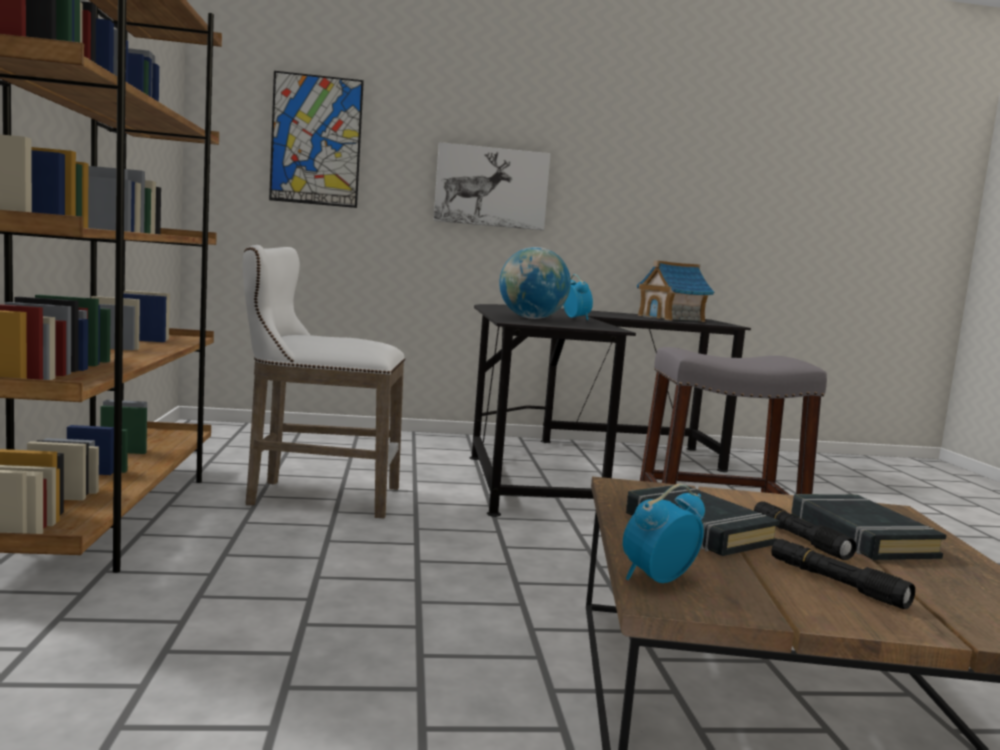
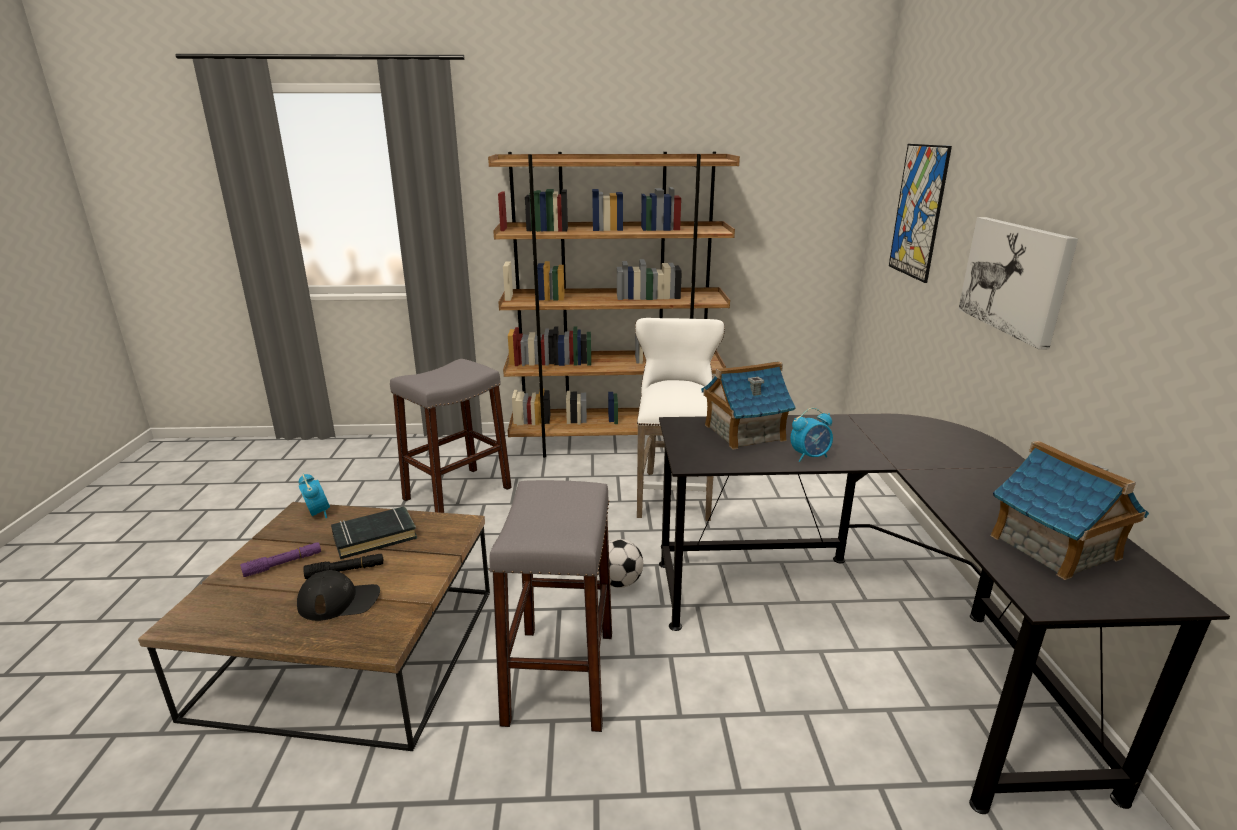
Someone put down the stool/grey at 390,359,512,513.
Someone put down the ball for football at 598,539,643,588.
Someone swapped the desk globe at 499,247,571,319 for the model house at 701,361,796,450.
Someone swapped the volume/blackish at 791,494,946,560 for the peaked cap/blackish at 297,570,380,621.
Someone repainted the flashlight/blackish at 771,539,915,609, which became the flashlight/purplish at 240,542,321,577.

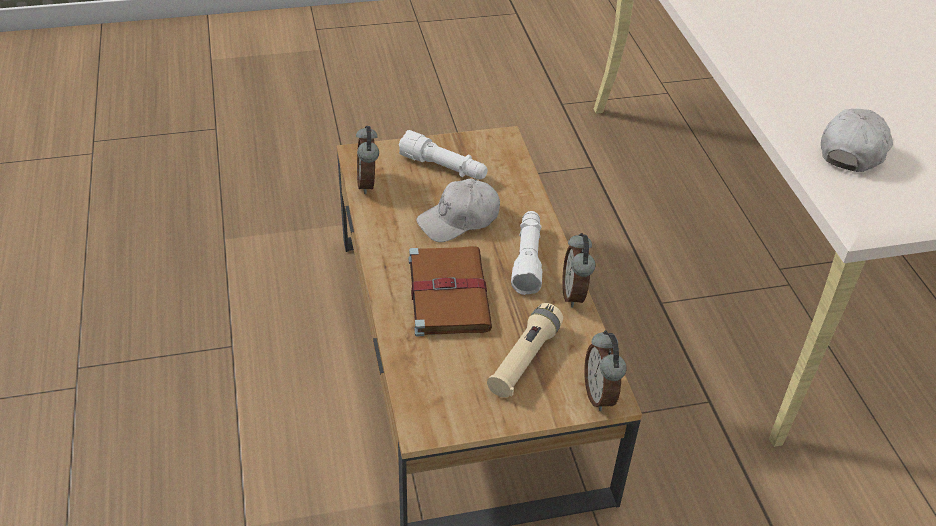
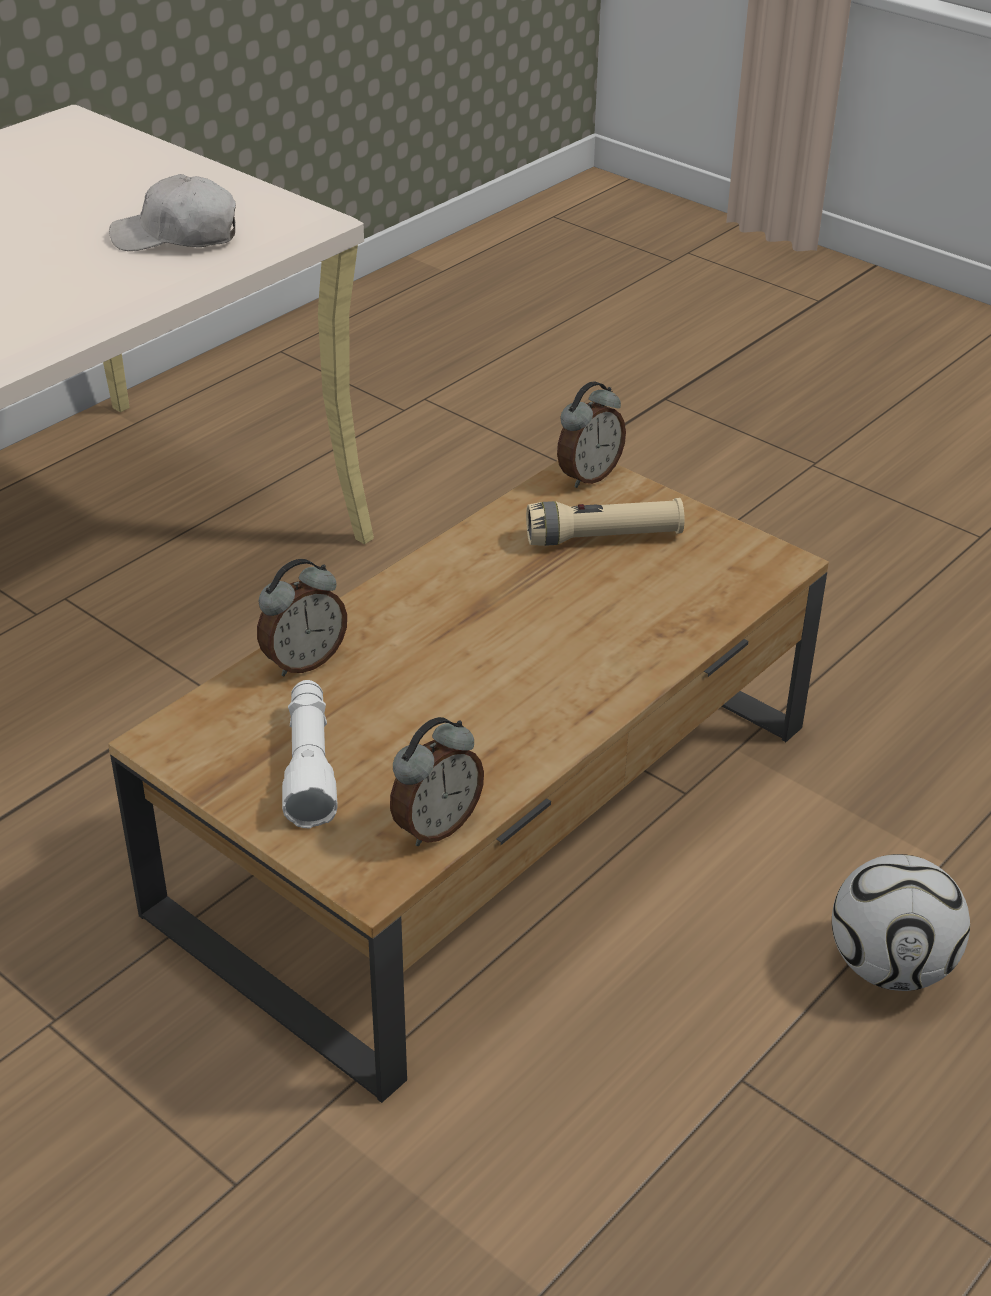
Someone took away the volume/brown at 409,246,492,336.
Someone took away the peaked cap/white-coloured at 416,178,500,242.
Someone took away the flashlight/white-coloured at 511,211,542,295.
Someone put down the ball for football at 832,854,970,991.
Someone carried the bedside clock from 562,233,596,307 to 257,559,347,676.

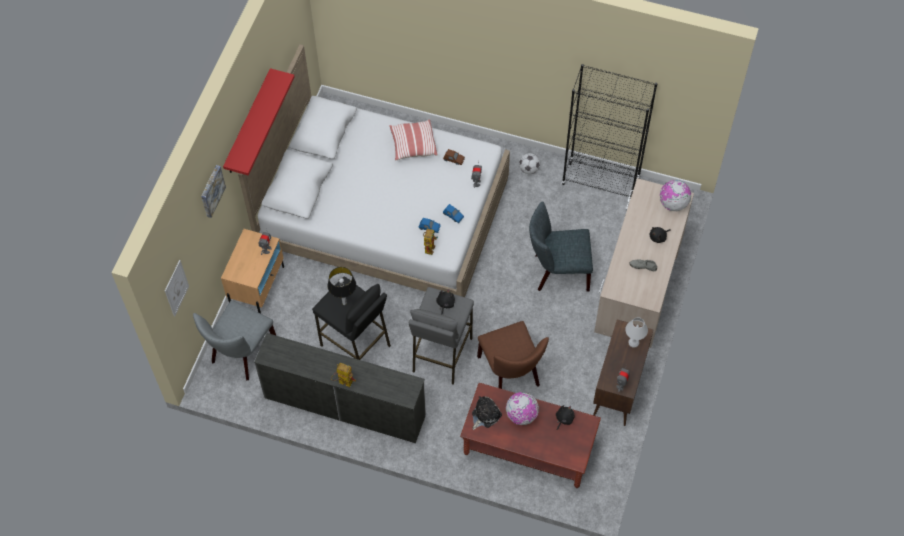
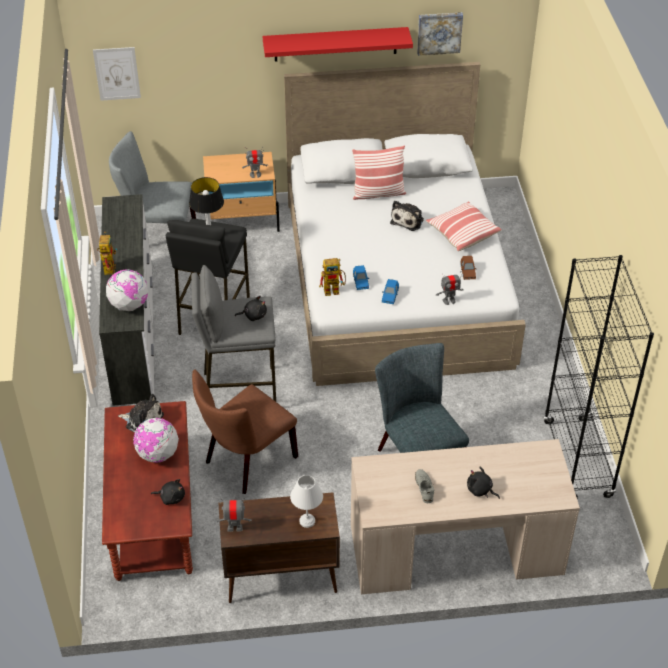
Someone took away the ball for football at 519,153,540,174.
Someone put down the pillow at 352,146,406,200.
Someone put down the cuddly toy at 390,201,424,231.
Someone carried the wall picture from 201,165,226,218 to 417,12,463,56.
Someone carried the desk globe from 660,180,691,211 to 106,269,148,311.

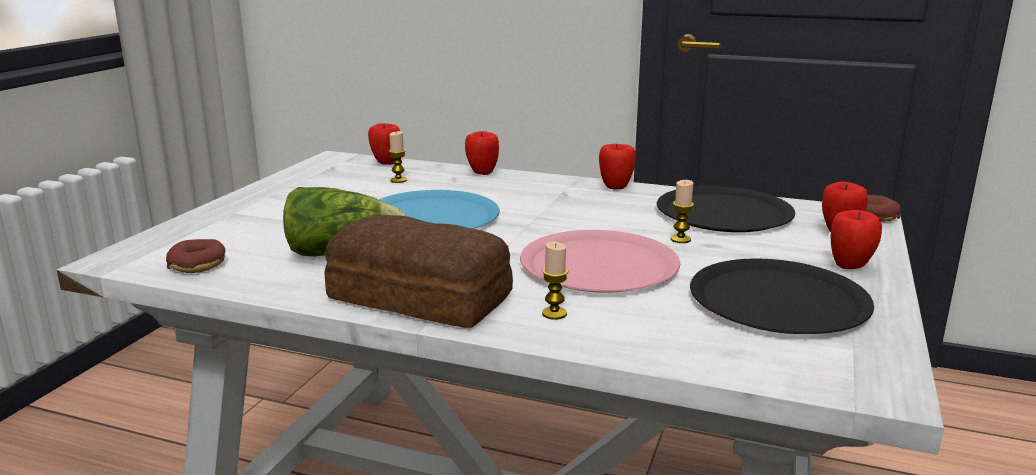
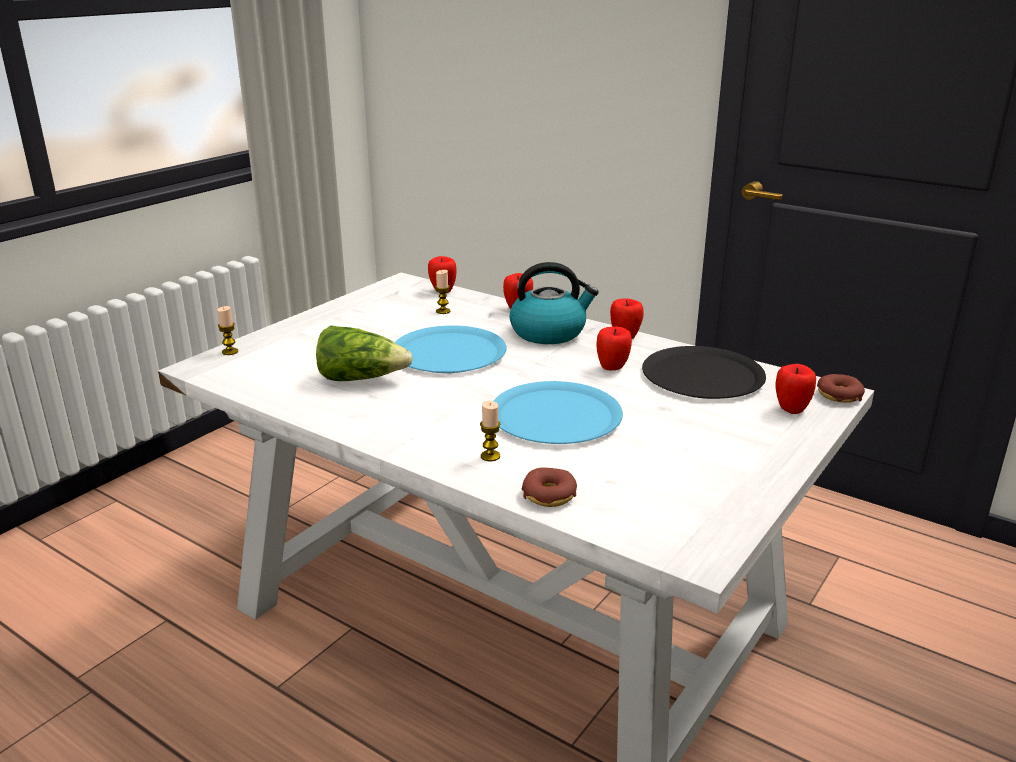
Someone took away the bread at 324,214,513,328.
Someone took away the dinner plate/blackish at 690,259,874,334.
Someone put down the water kettle at 510,262,599,344.
Someone carried the doughnut from 166,239,226,273 to 522,468,577,507.
Someone carried the wax candle from 670,180,694,243 to 217,306,238,355.
Someone carried the apple from 830,210,882,269 to 596,327,632,370.
Someone repainted the dinner plate/pink at 520,230,680,293, which became the dinner plate/bluish at 494,381,623,444.

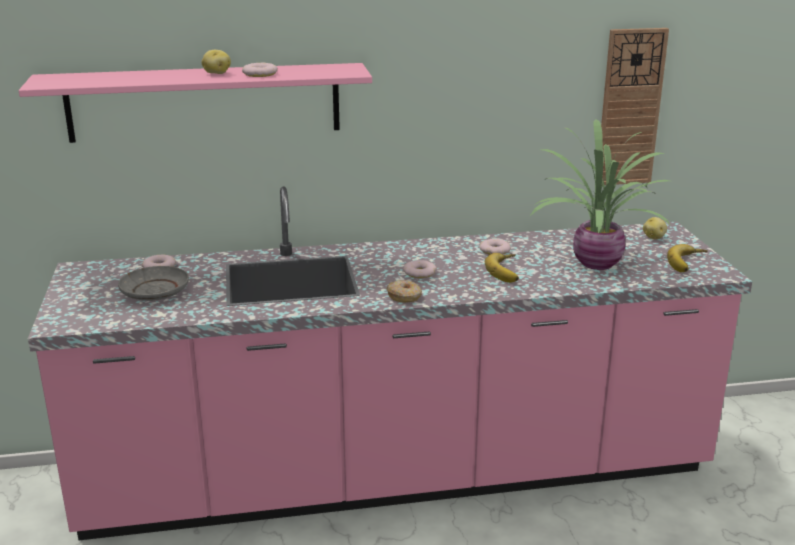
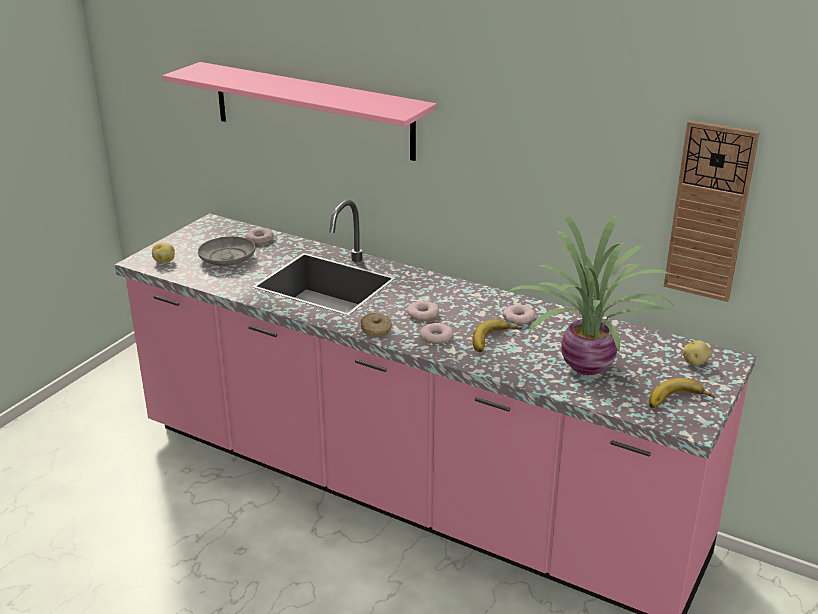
Someone carried the potato from 201,50,231,74 to 152,242,175,263.
Someone carried the doughnut from 242,62,278,77 to 420,323,453,344.

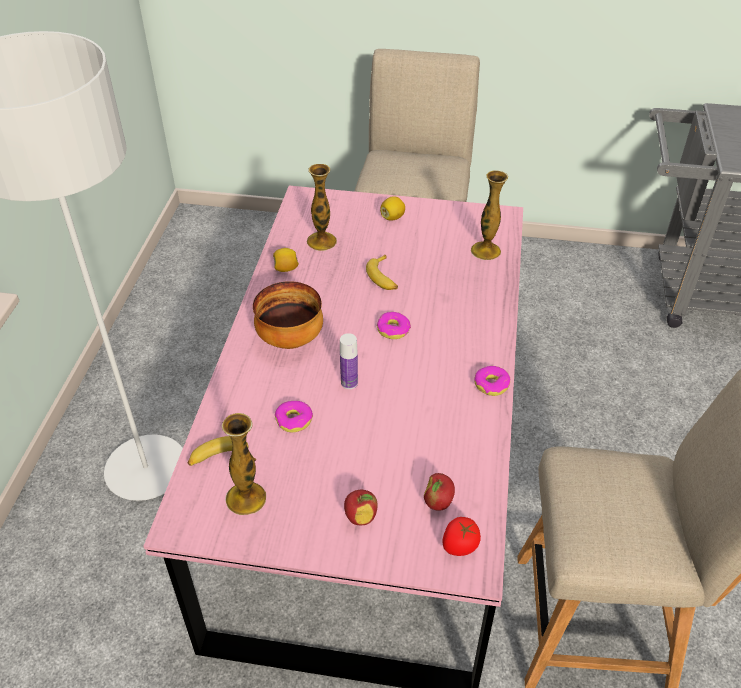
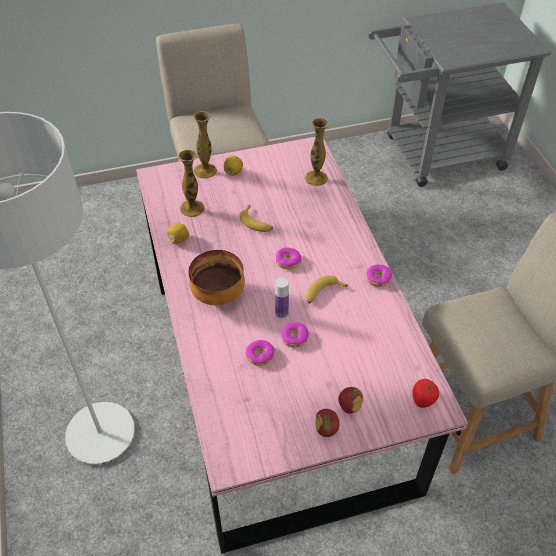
Someone put down the doughnut at 281,322,309,348.
Someone carried the banana fruit from 188,436,256,466 to 306,275,348,304.
Someone carried the flower vase from 222,413,266,515 to 193,111,217,179.
Someone carried the apple from 424,473,455,511 to 315,409,340,437.

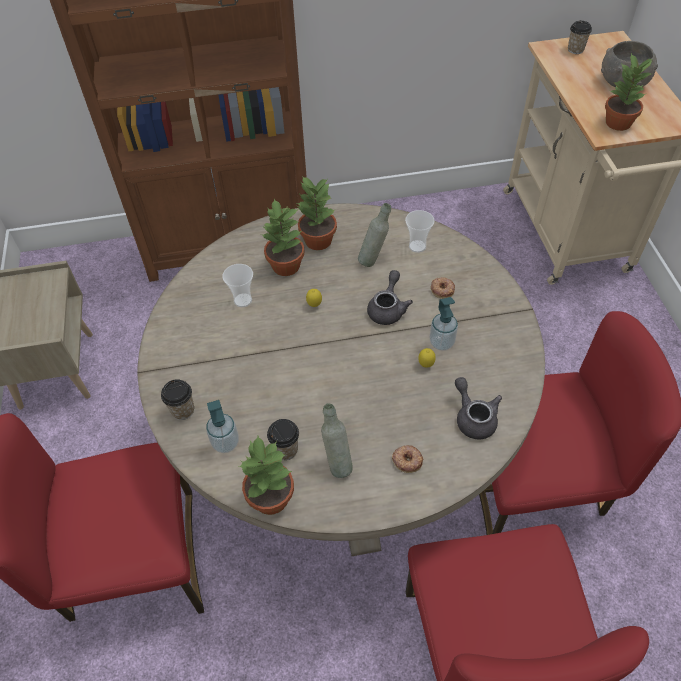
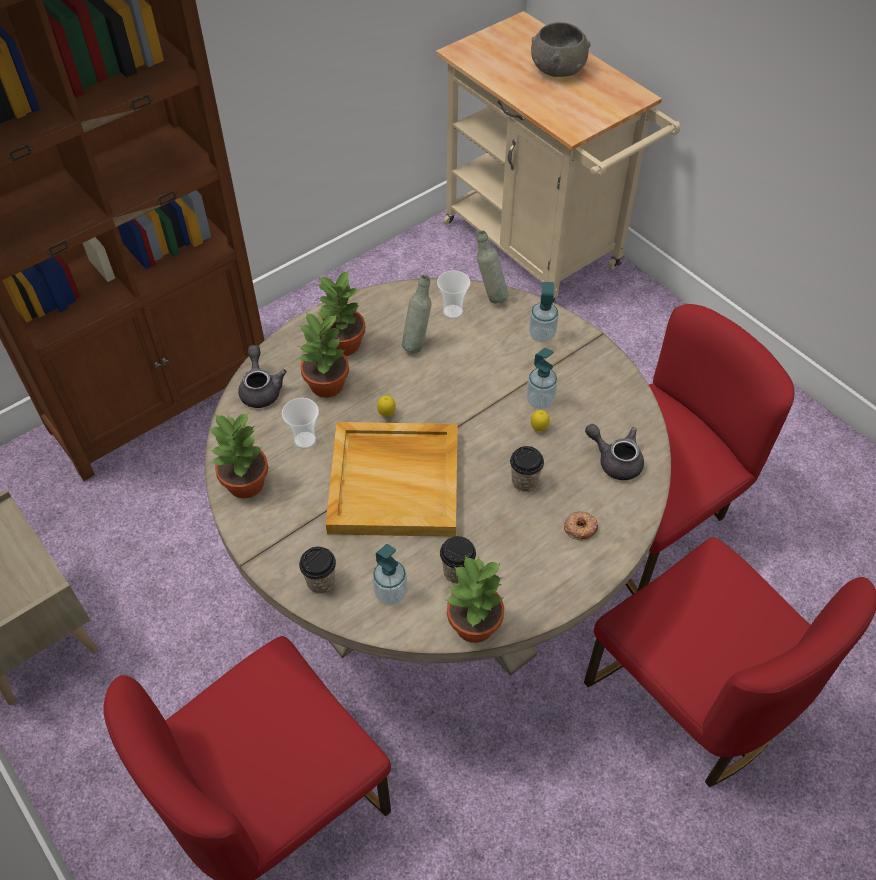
Someone took away the doughnut at 430,277,455,299.
Someone put down the serving tray/sand-coloured at 326,422,457,537.
Someone put down the soap dispenser at 529,282,559,343.
Someone carried the drink bottle/grey from 321,403,353,478 to 476,231,508,304.
Someone carried the pot for tea/grey from 367,270,413,325 to 238,345,287,408.
Someone carried the small cup from 568,21,592,54 to 510,446,544,492.
Someone carried the plant in a pot from 605,53,653,131 to 208,412,268,498.

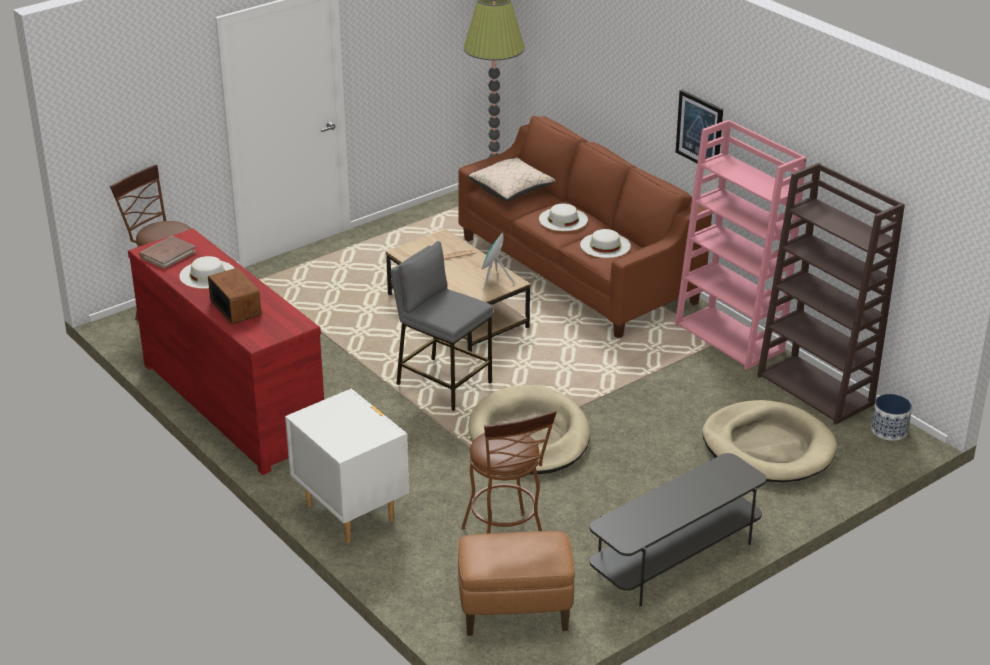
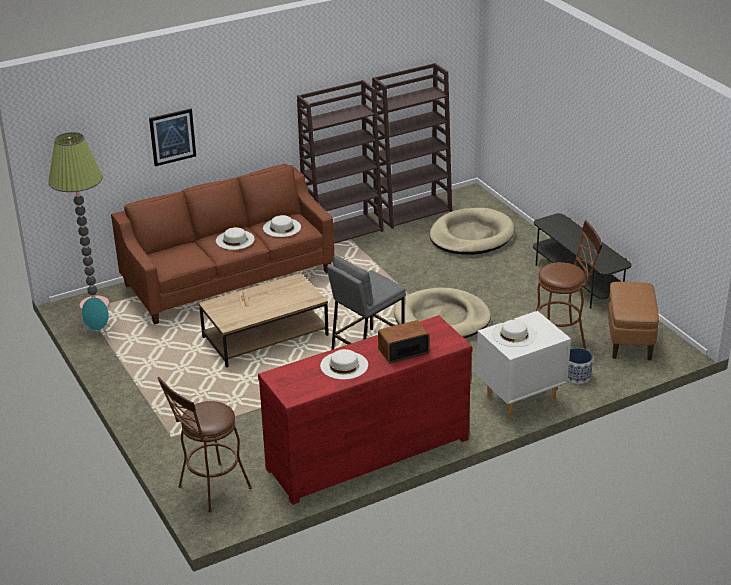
Someone took away the volume/brown at 139,236,196,269.
Someone took away the pillow/sand-coloured at 468,157,556,201.
Someone put down the wearable hat/white-coloured at 492,320,537,347.
Someone carried the speaker/turquoise-coloured from 481,232,515,290 to 82,297,110,340.
Someone carried the wall picture from 676,90,723,163 to 149,108,196,166.
Someone carried the plant pot from 871,394,912,441 to 568,348,593,384.
Someone repainted the shelving unit/pink at 675,120,807,370, which became the shelving unit/brown at 297,80,383,244.

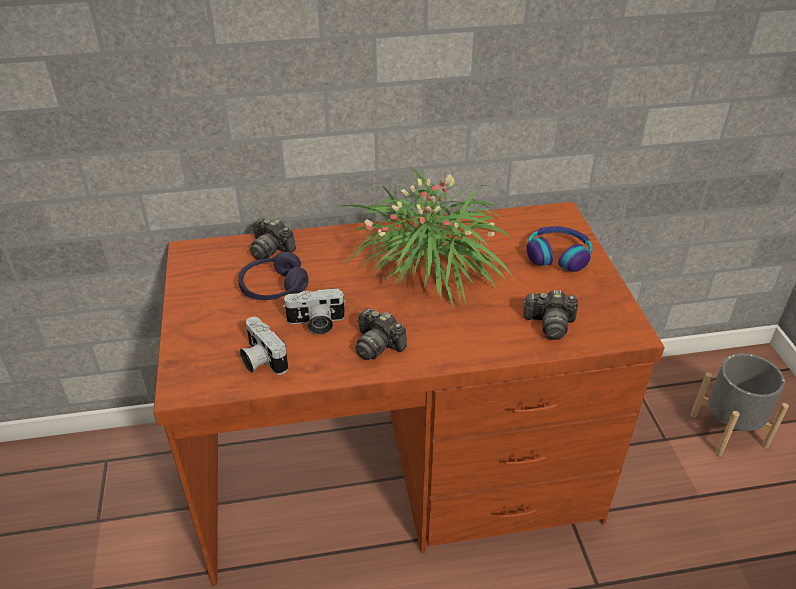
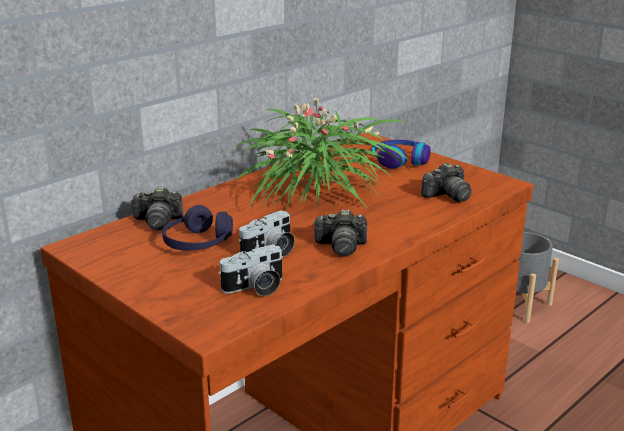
Someone rotated the photo camera at 240,317,288,375 by 45 degrees counterclockwise.

